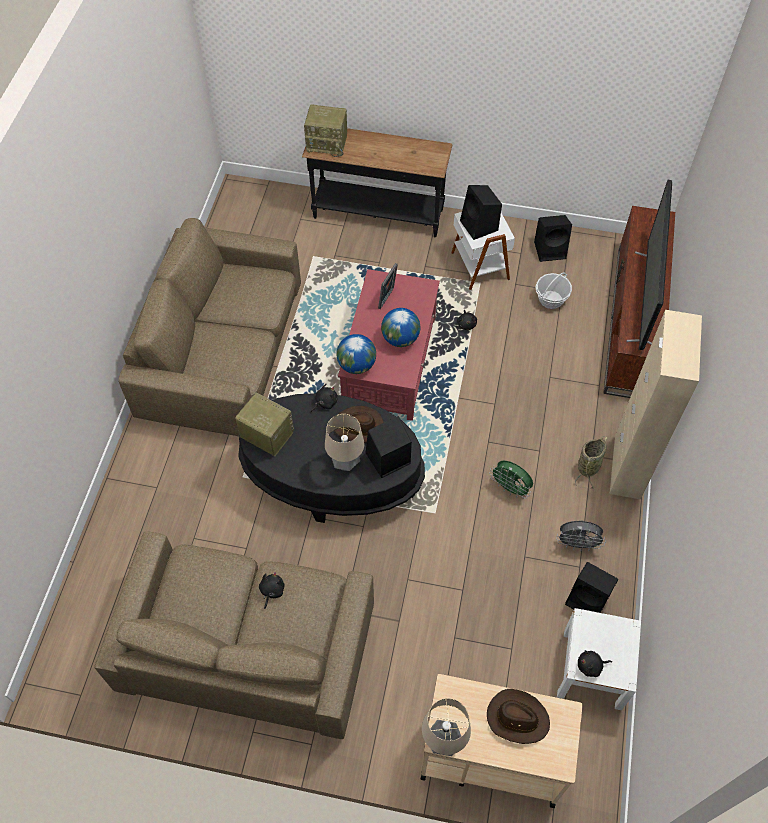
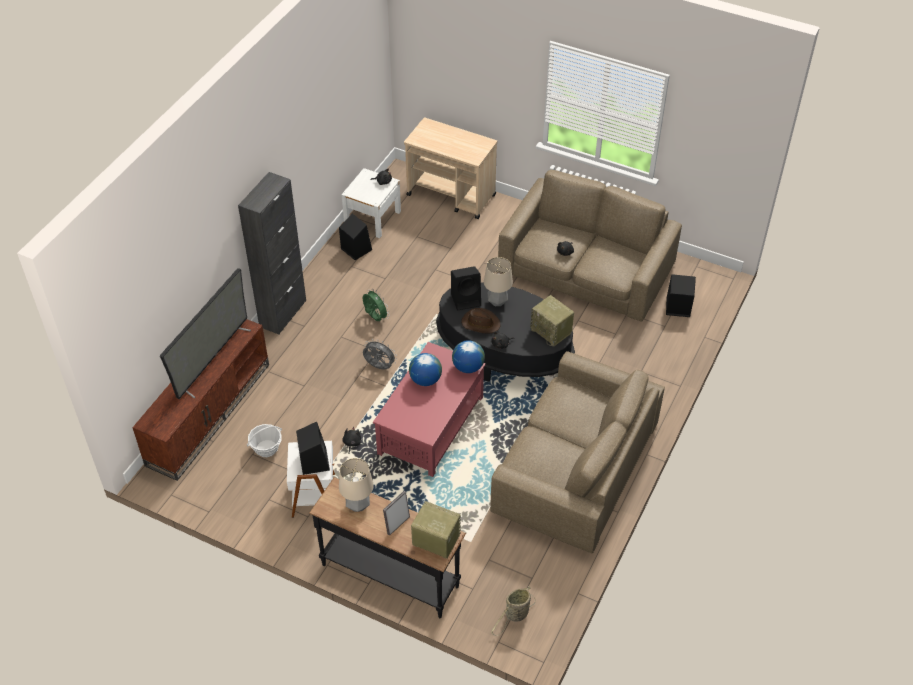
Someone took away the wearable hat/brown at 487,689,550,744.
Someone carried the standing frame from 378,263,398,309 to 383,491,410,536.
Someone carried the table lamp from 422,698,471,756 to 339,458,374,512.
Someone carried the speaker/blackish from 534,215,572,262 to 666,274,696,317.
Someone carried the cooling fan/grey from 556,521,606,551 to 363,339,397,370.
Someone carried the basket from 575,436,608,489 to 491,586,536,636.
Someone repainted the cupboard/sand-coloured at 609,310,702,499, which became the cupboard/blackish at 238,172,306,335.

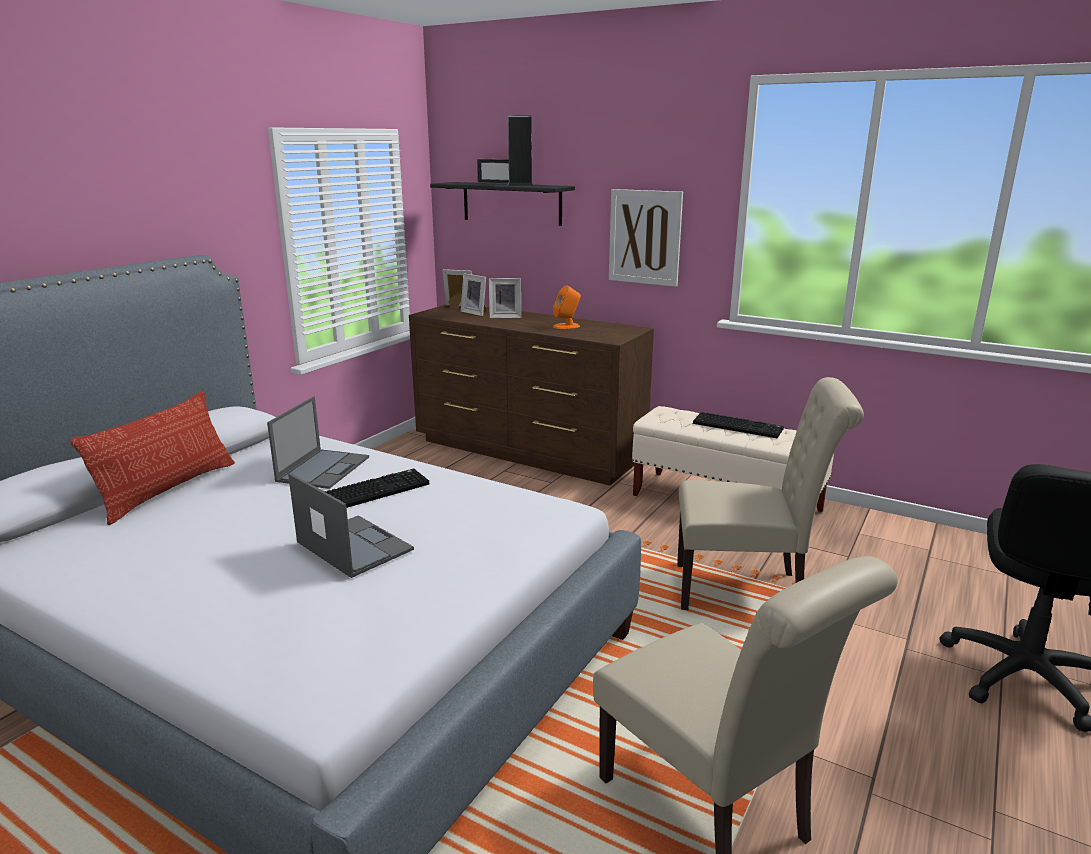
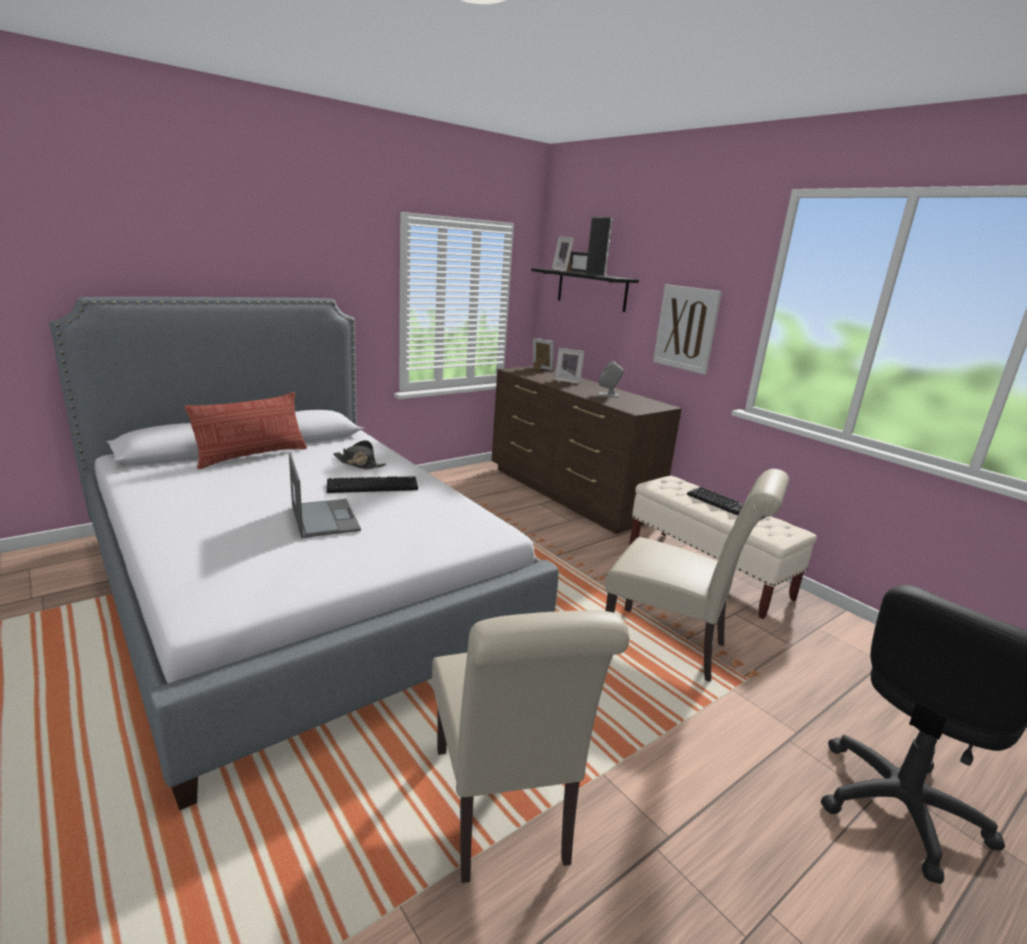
Someone carried the standing frame from 461,273,486,316 to 552,237,574,272.
Someone swapped the notebook computer at 267,397,369,489 for the wearable hat/blackish at 333,440,387,470.
Someone repainted the speaker/orangey at 553,285,581,329, which became the speaker/grey at 597,361,624,398.

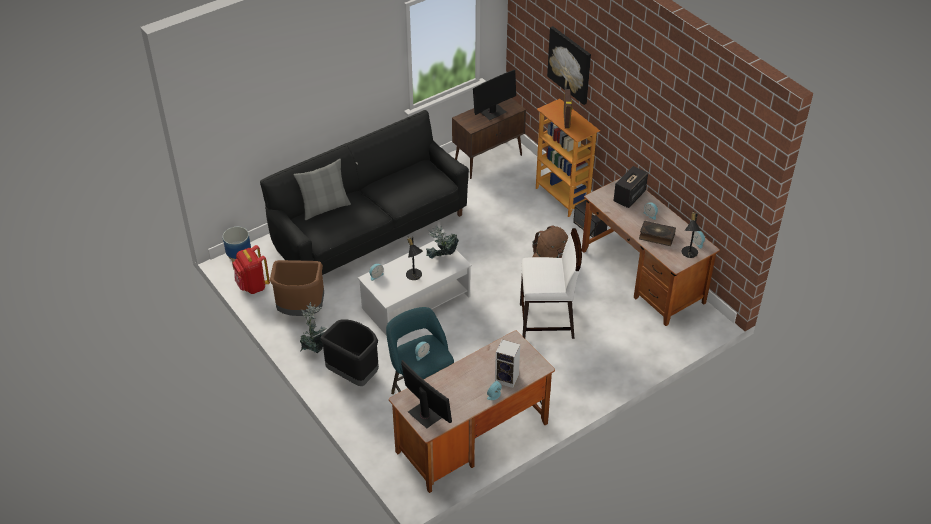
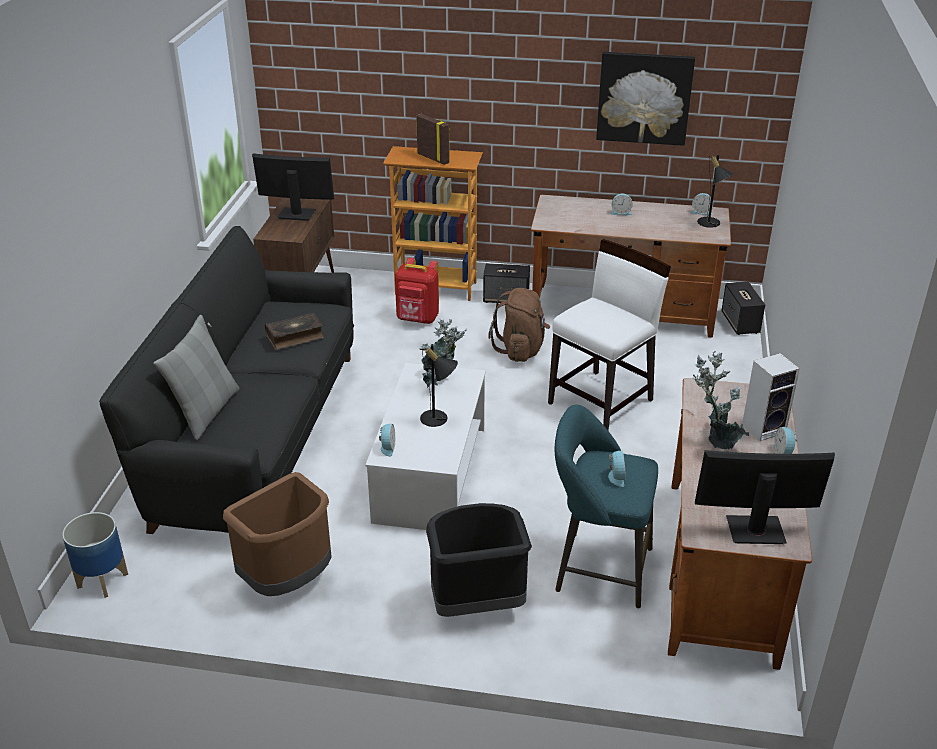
Someone carried the rucksack/red from 233,245,270,294 to 395,258,439,324.
Someone carried the plant in a pot from 300,302,327,353 to 693,351,749,449.
Someone carried the wall picture from 547,26,591,105 to 596,52,695,146.
Someone carried the speaker from 613,166,648,208 to 721,282,765,335.
Someone carried the volume from 639,220,676,246 to 265,313,324,350.
Someone rotated the computer screen at 473,69,516,120 by 90 degrees counterclockwise.

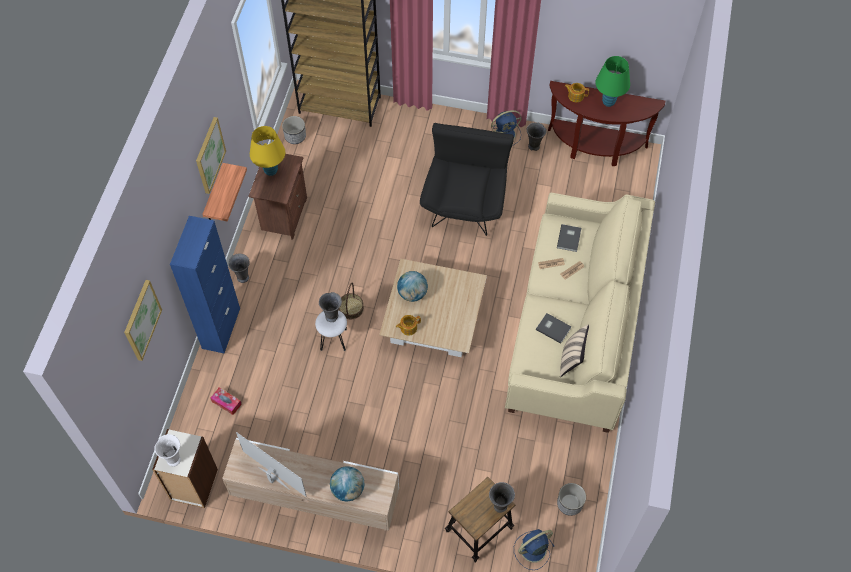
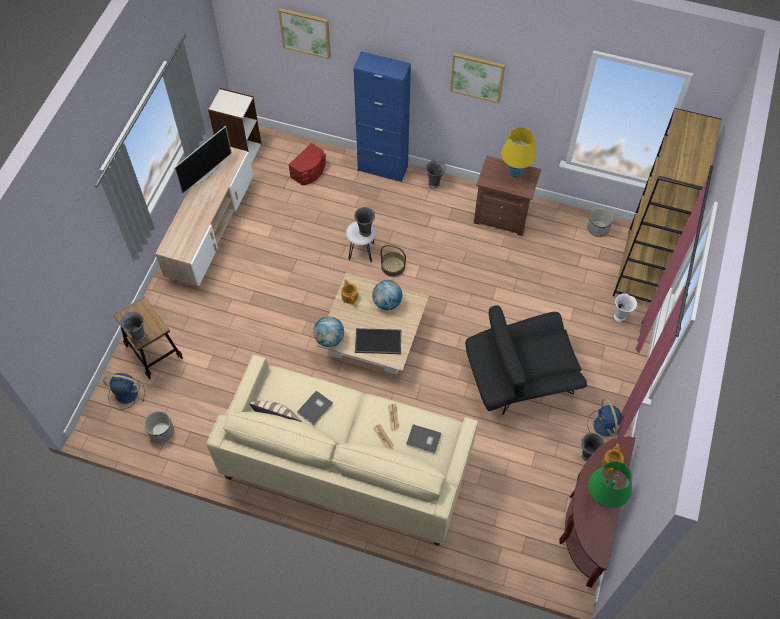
Someone took away the shelf at 202,163,247,222.
Someone put down the serving tray at 355,328,401,354.
Someone carried the flower vase/white-coloured from 154,434,181,467 to 614,294,637,322.
Someone carried the desk globe from 330,466,364,501 to 313,316,344,347.
Someone swapped the tissue holder at 210,387,242,415 for the speaker/red at 289,143,326,186.
Someone rotated the lounge chair/blackish at 420,123,514,236 by 150 degrees clockwise.
Someone rotated the cooling fan/bluish at 514,529,554,570 by 60 degrees counterclockwise.

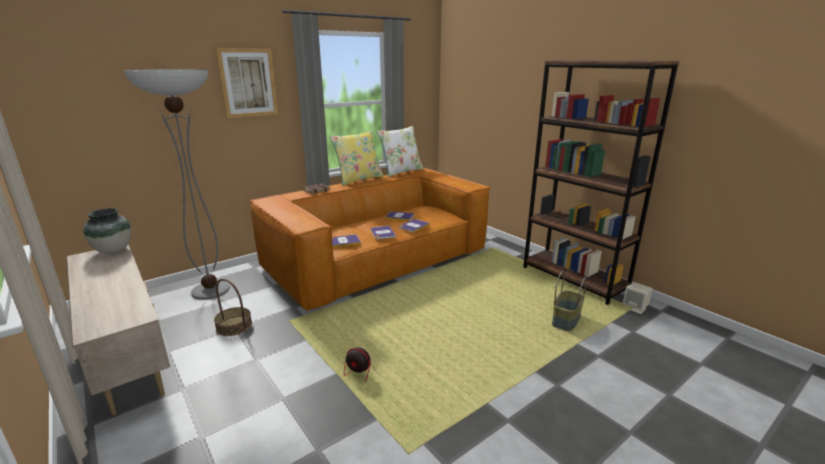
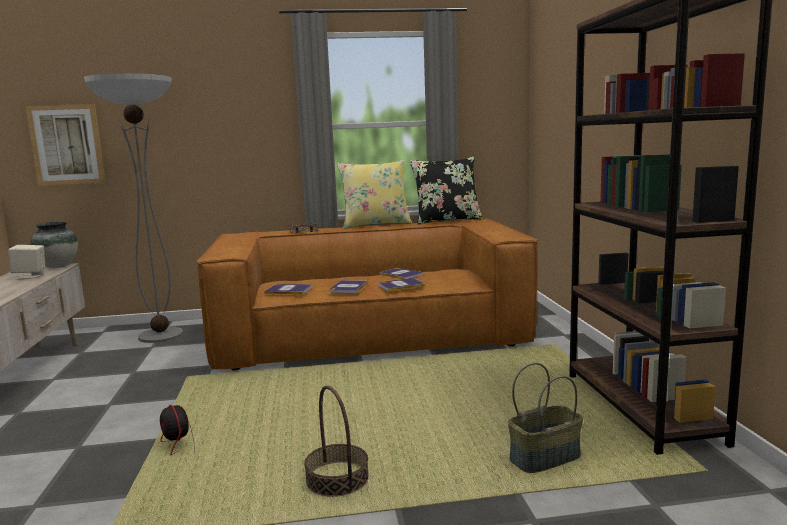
Someone carried the basket from 214,279,252,336 to 304,385,369,497.
Someone carried the wall picture from 216,48,278,118 to 26,104,106,186.
Someone carried the speaker/sand-coloured from 623,282,653,314 to 8,245,45,280.
Someone repainted the pillow/white-coloured at 377,126,424,177, which became the pillow/blackish at 410,157,483,225.

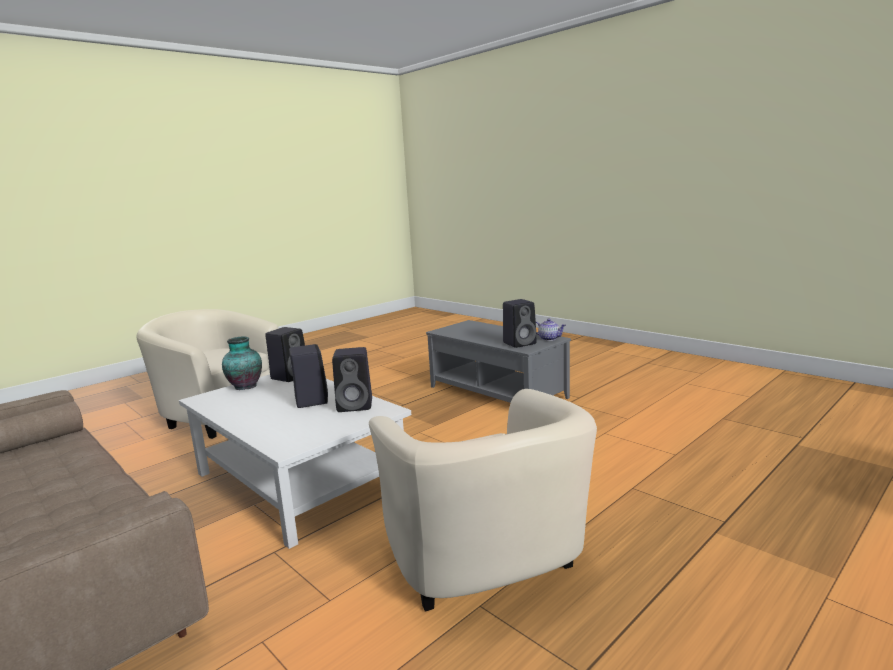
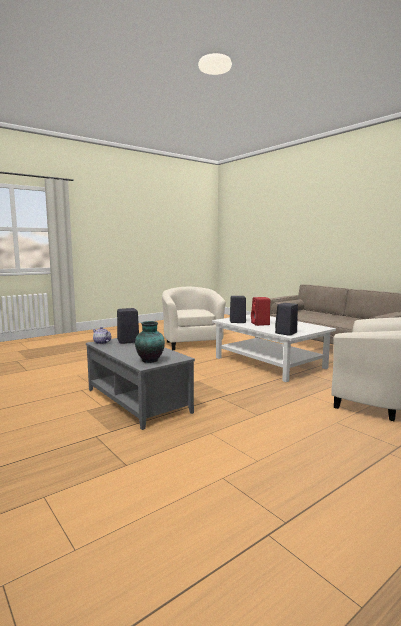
Someone carried the flower vase from 222,336,262,390 to 135,321,165,363.
Someone repainted the speaker/blackish at 289,344,328,408, which became the speaker/red at 251,297,270,326.

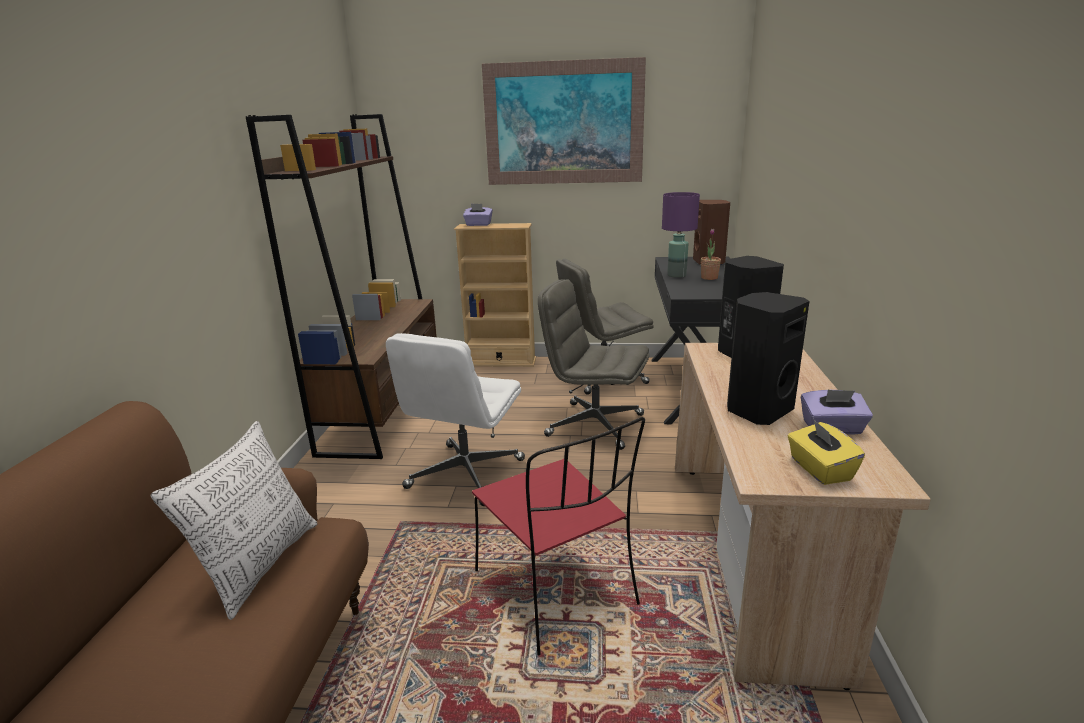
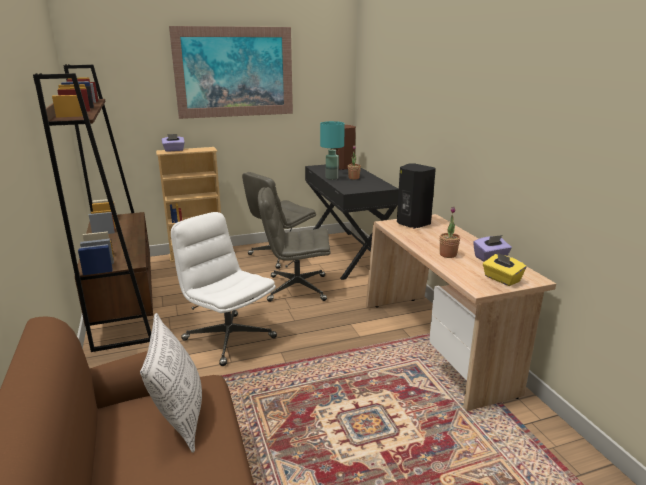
Someone took away the chair/red at 472,417,645,655.
Someone swapped the speaker/blackish at 727,292,810,425 for the plant in a pot at 440,207,460,258.
Someone repainted the table lamp/purplish at 662,192,700,278, which became the table lamp/turquoise-coloured at 320,121,345,180.
Someone rotated the office chair/white-coloured at 386,333,525,506 by 135 degrees clockwise.

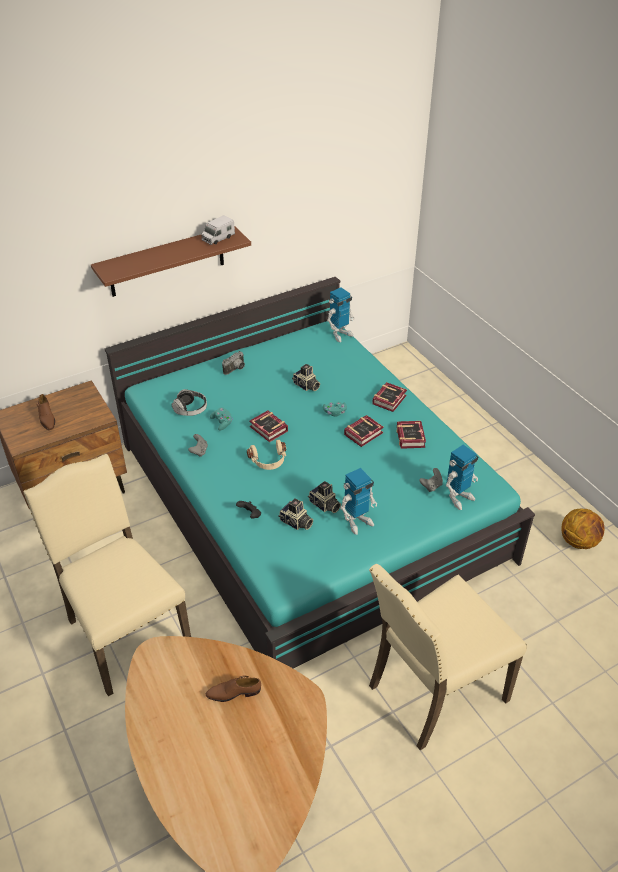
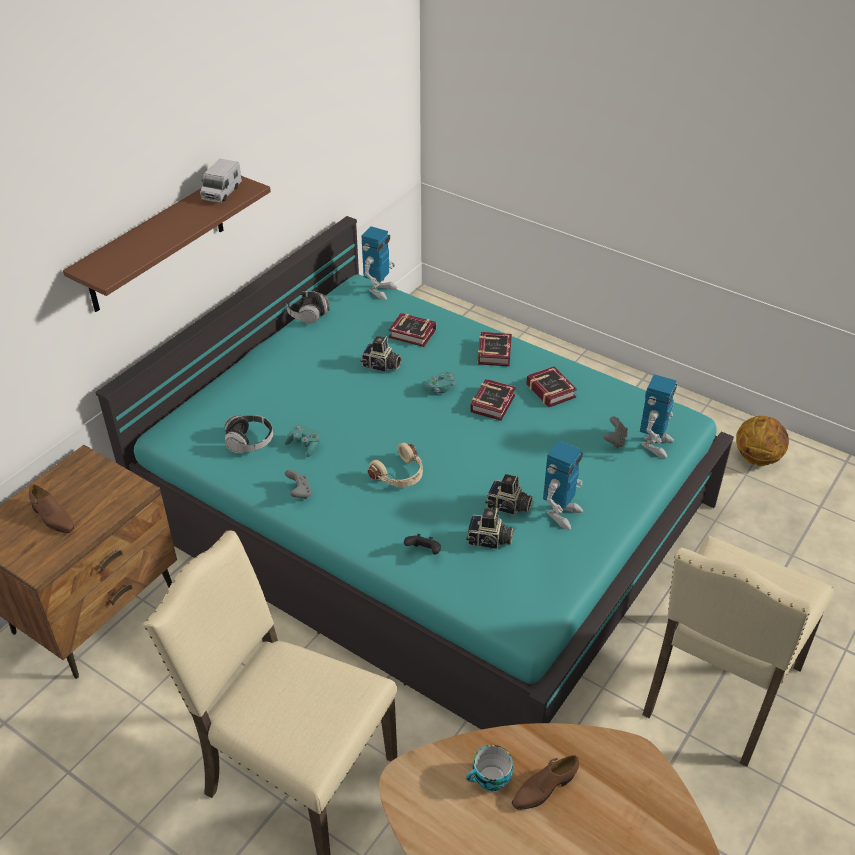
Someone took away the photo camera at 222,351,245,375.
Someone put down the pair of headphones at 286,291,330,324.
Someone put down the small cup at 466,745,513,791.
Someone carried the volume from 249,410,288,442 to 388,313,436,347.

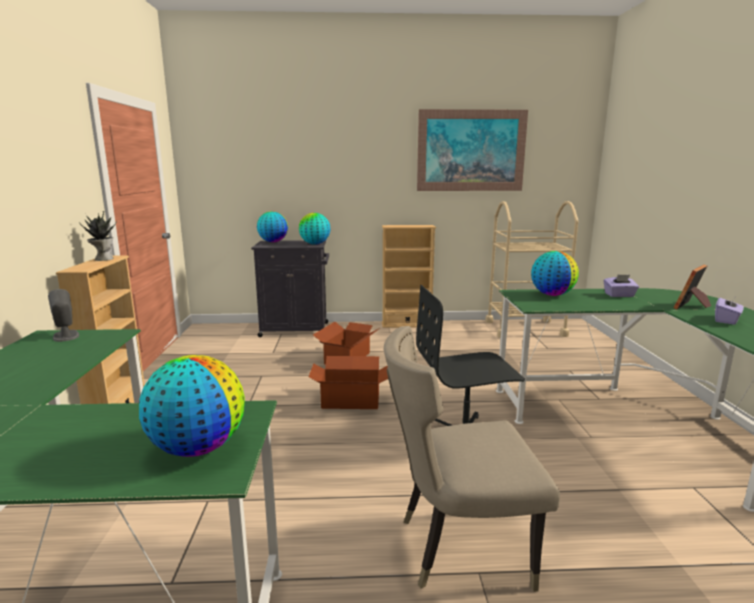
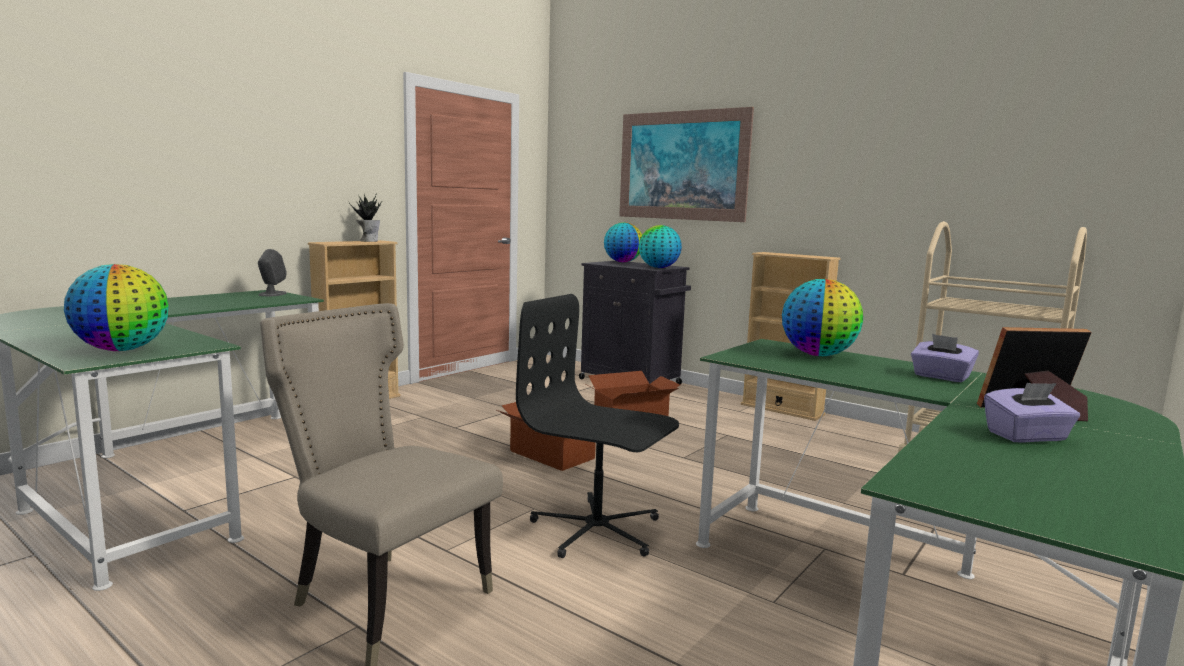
Someone carried the wall picture from 417,109,528,191 to 619,107,754,222.

